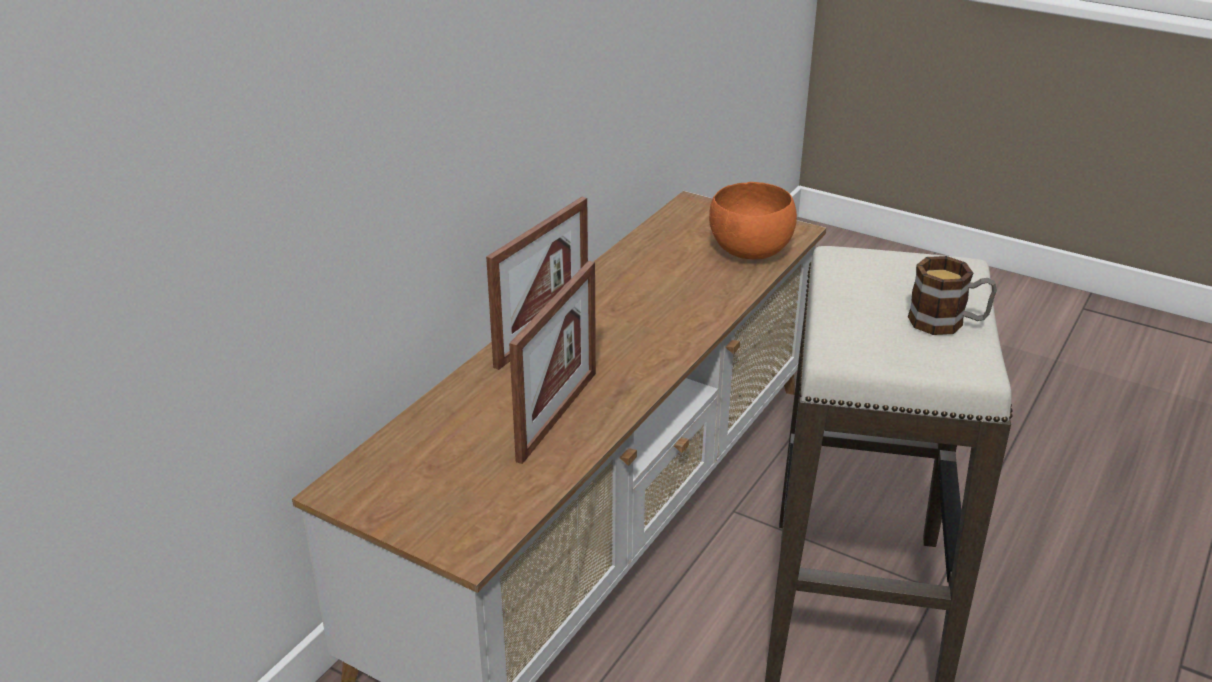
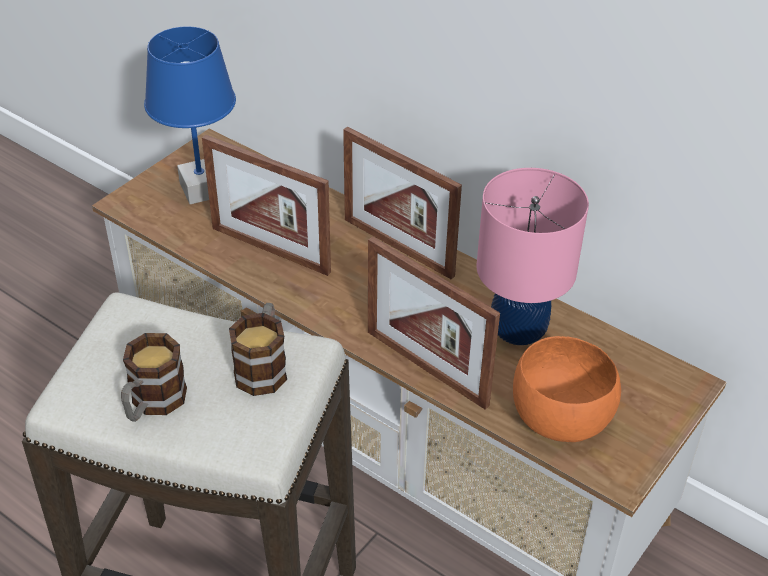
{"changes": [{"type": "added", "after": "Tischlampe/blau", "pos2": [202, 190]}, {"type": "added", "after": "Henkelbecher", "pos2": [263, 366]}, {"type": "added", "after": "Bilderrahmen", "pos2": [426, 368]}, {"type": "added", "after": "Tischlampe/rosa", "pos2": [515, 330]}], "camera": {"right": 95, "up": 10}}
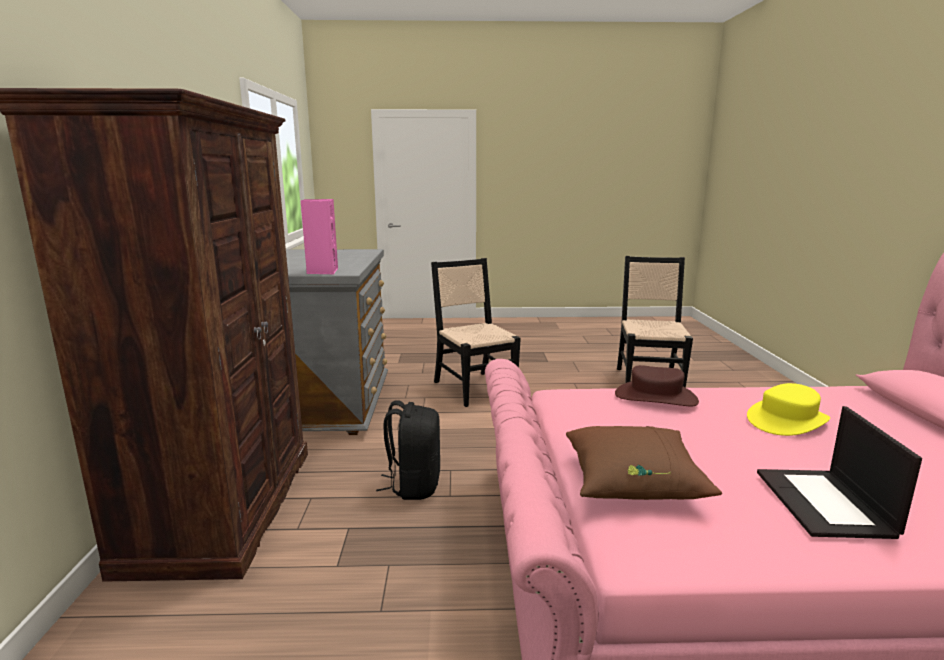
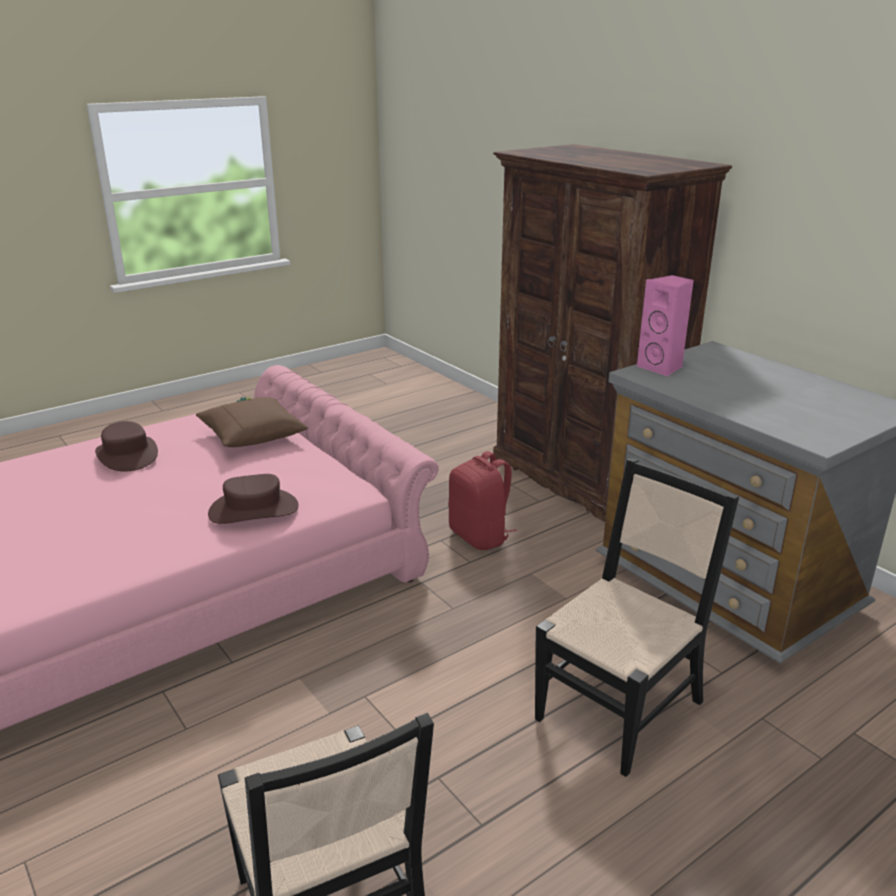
{"changes": [{"type": "recoloured", "before": "Rucksack/schwarz", "after": "Rucksack/rot", "pos1": [414, 485], "pos2": [480, 536]}, {"type": "turned", "before": "Stuhl", "pos1": [474, 389], "pos2": [619, 710], "turn": -75}, {"type": "removed", "before": "Hut/gelb", "pos1": [787, 420]}, {"type": "replaced", "before": "Laptop", "after": "Hut/braun", "pos1": [825, 503], "pos2": [127, 455]}], "camera": {"right": 145, "up": 10}}
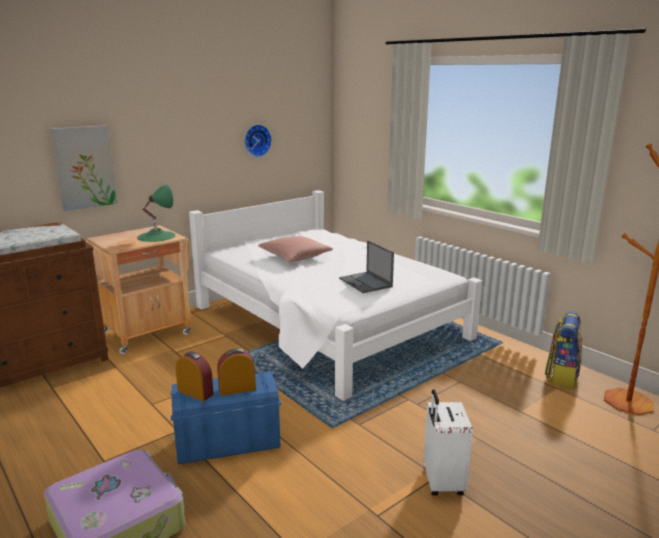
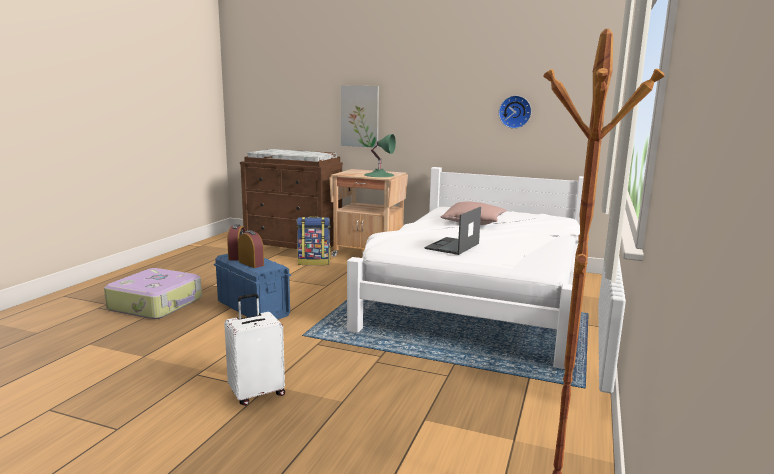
{"changes": [{"type": "moved", "before": "Rucksack", "pos1": [561, 376], "pos2": [314, 262]}], "camera": {"right": 60, "up": -5}}
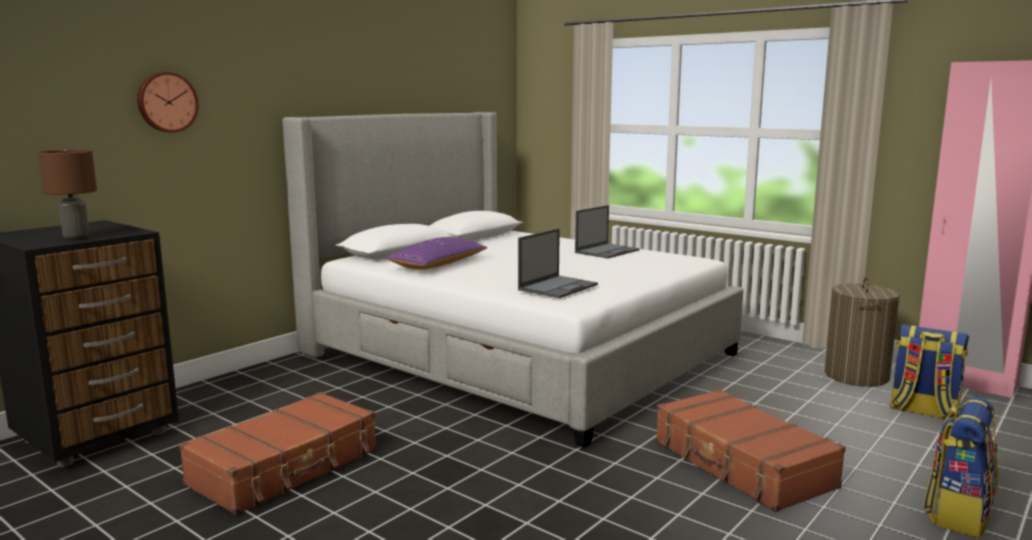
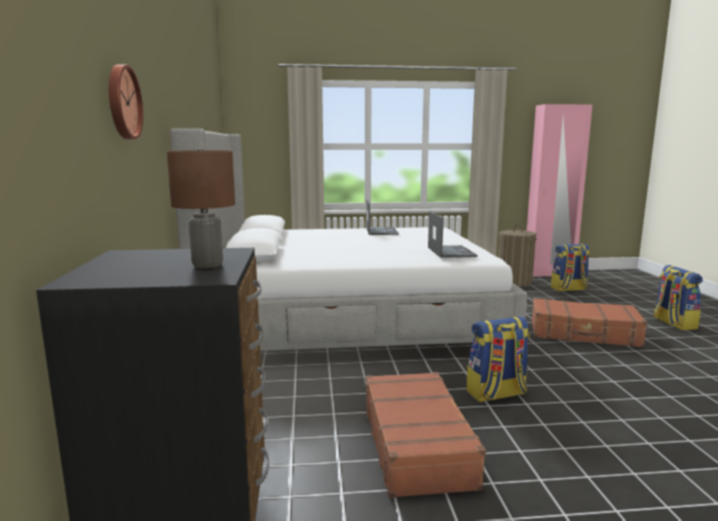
{"changes": [{"type": "removed", "before": "Kissen/lila", "pos1": [438, 264]}, {"type": "added", "after": "Rucksack", "pos2": [496, 394]}], "camera": {"right": -45, "up": 0}}
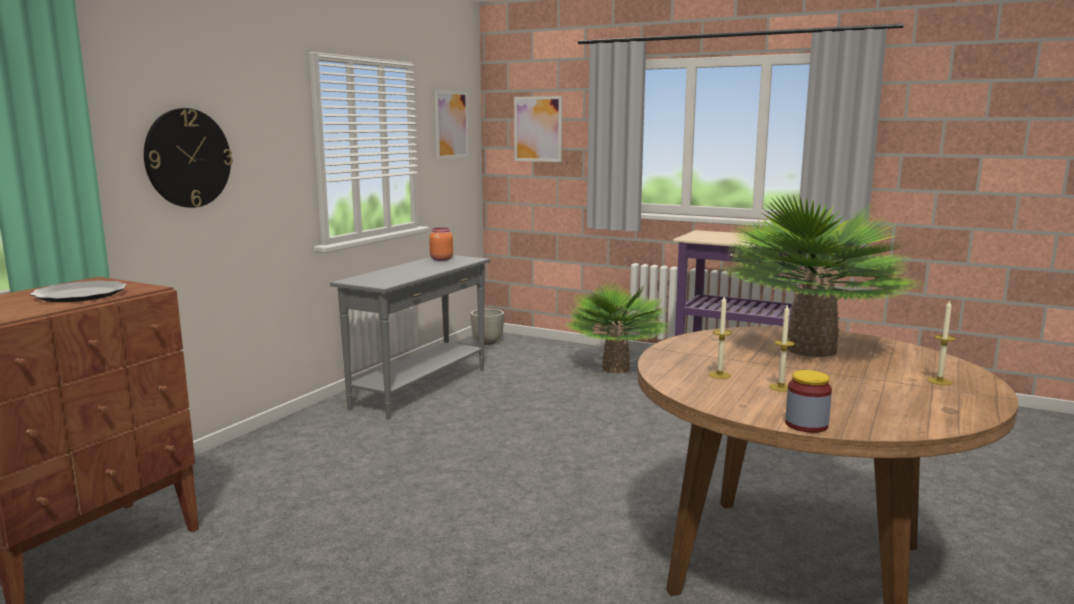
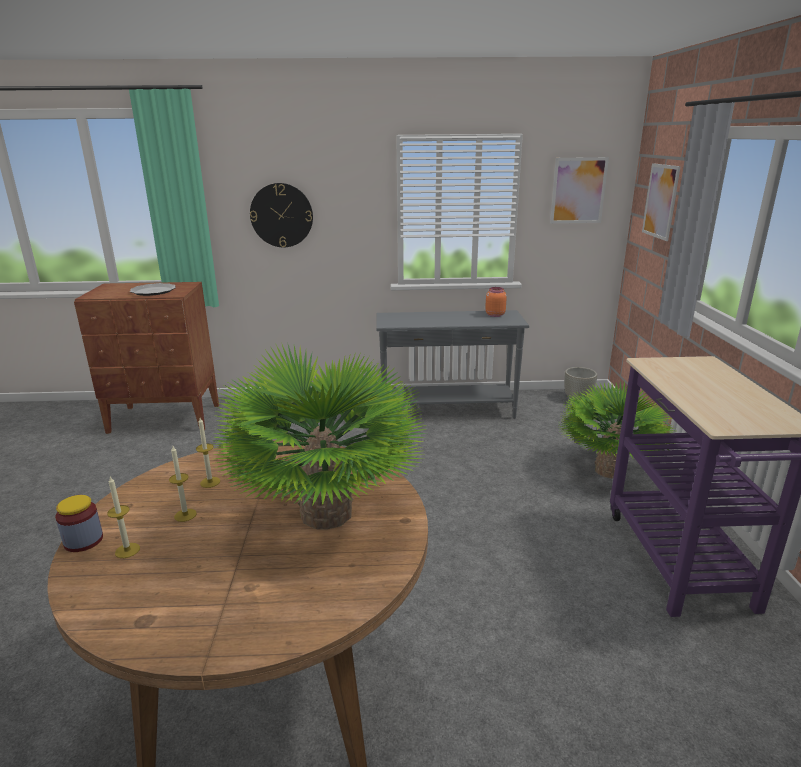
{"changes": [{"type": "moved", "before": "Kerze", "pos1": [939, 381], "pos2": [127, 550]}], "camera": {"right": 60, "up": 10}}
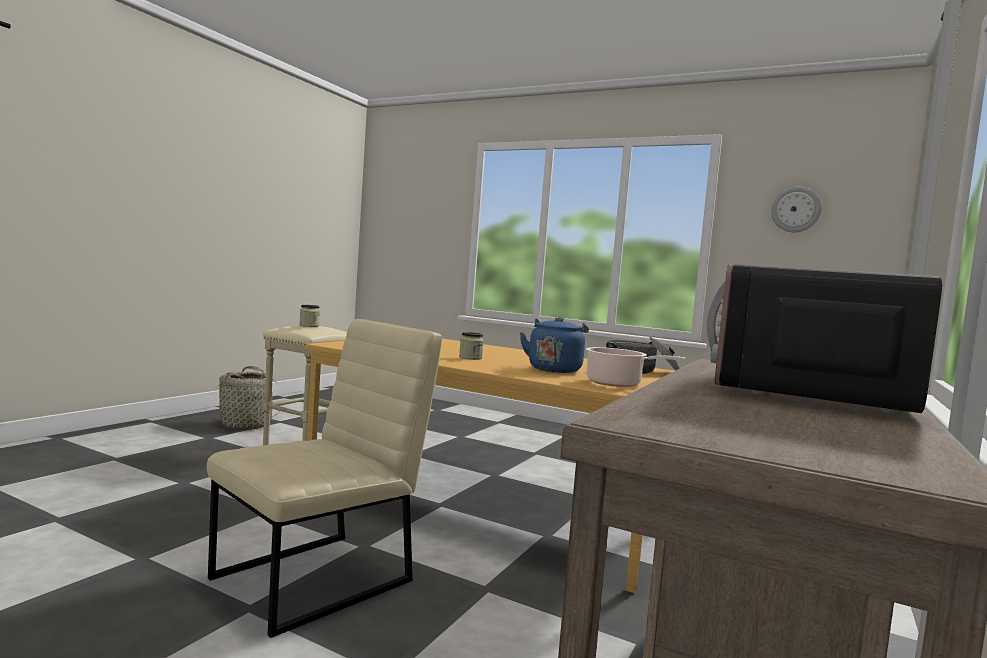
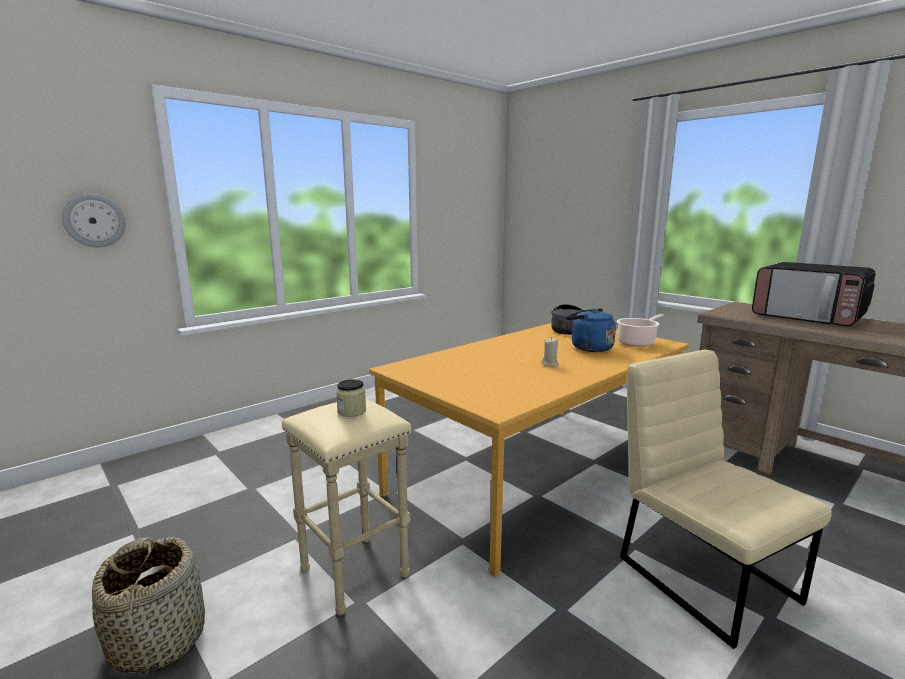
{"changes": [{"type": "replaced", "before": "Vorratsglas", "after": "Kerze/beige", "pos1": [470, 358], "pos2": [550, 364]}, {"type": "moved", "before": "Wanduhr", "pos1": [796, 209], "pos2": [94, 220]}], "camera": {"right": -70, "up": 10}}
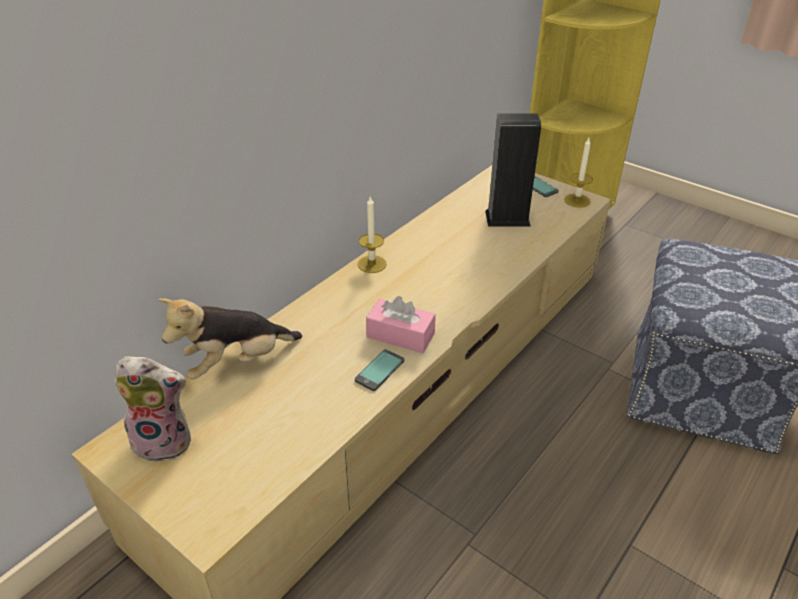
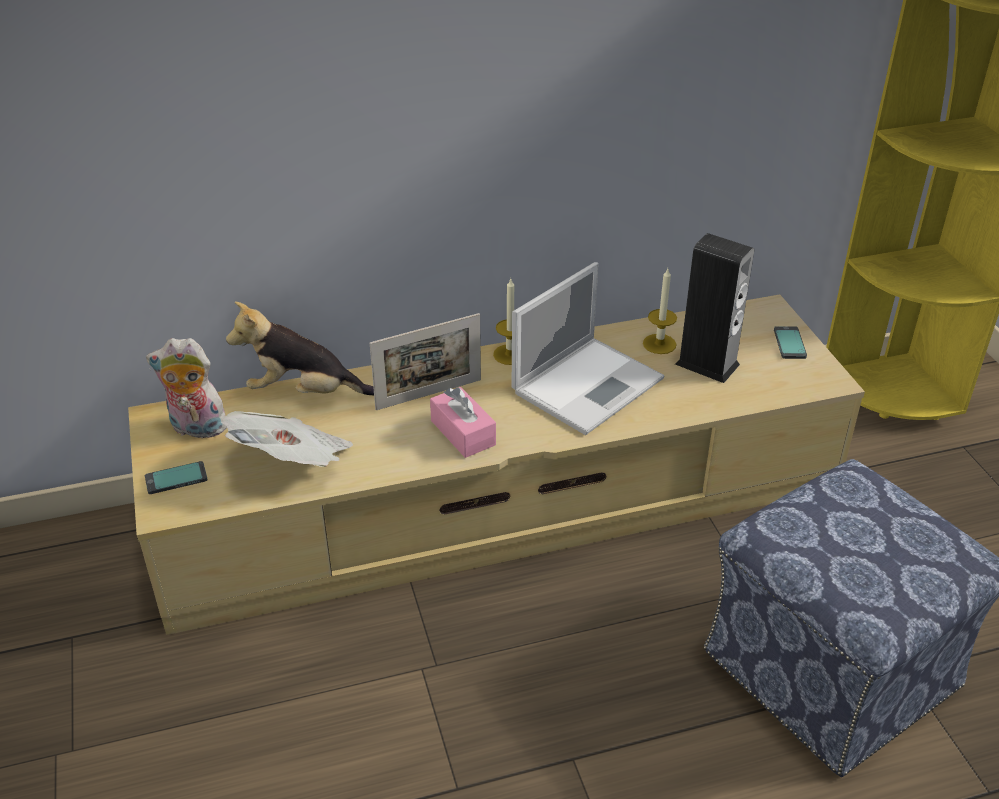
{"changes": [{"type": "turned", "before": "Plüschtier", "pos1": [165, 440], "pos2": [196, 429], "turn": 150}, {"type": "moved", "before": "Handy", "pos1": [380, 371], "pos2": [176, 479]}, {"type": "moved", "before": "Kerze", "pos1": [577, 200], "pos2": [659, 344]}, {"type": "added", "after": "Zeitung", "pos2": [293, 462]}, {"type": "added", "after": "Bilderrahmen", "pos2": [429, 394]}, {"type": "added", "after": "Laptop", "pos2": [589, 384]}], "camera": {"right": 35, "up": 0}}
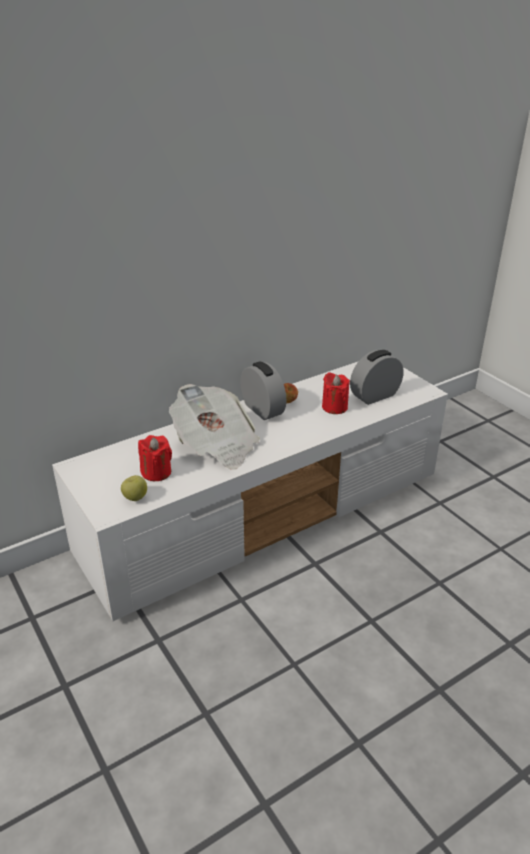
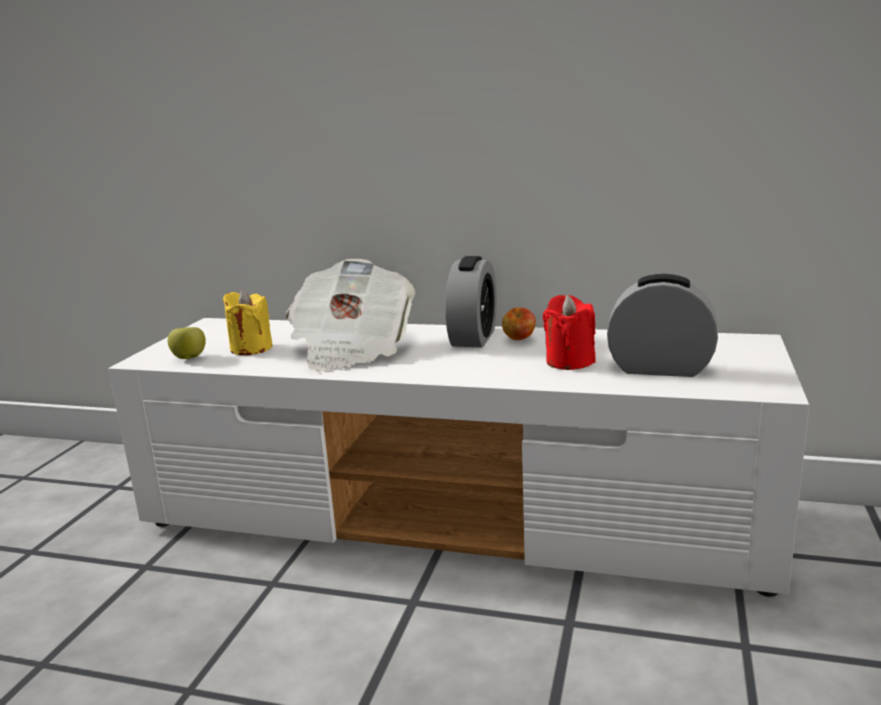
{"changes": [{"type": "recoloured", "before": "Kerze/rot", "after": "Kerze/gelb", "pos1": [156, 472], "pos2": [251, 348]}], "camera": {"right": 50, "up": -15}}
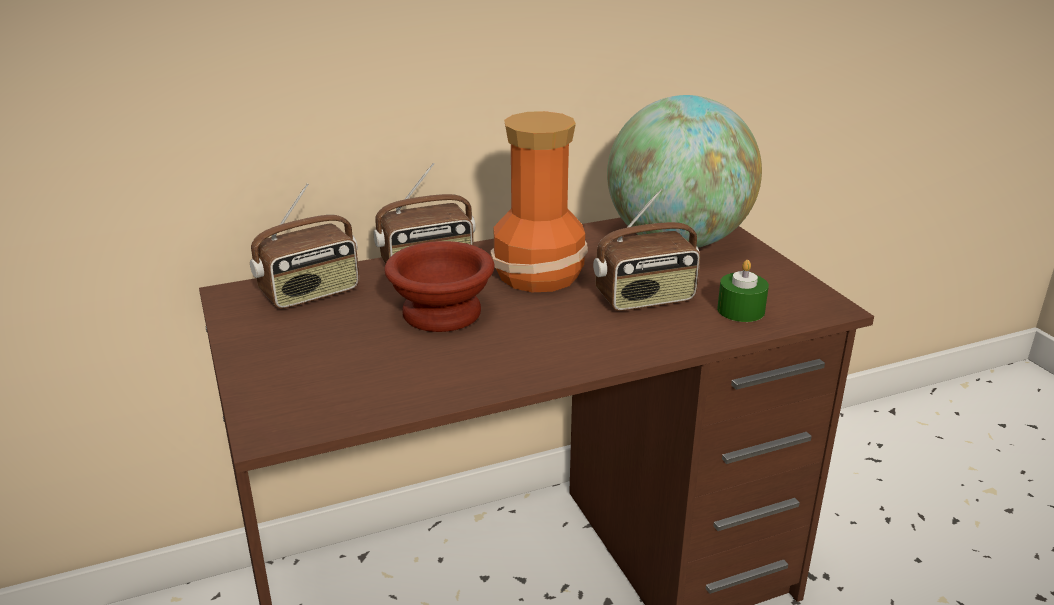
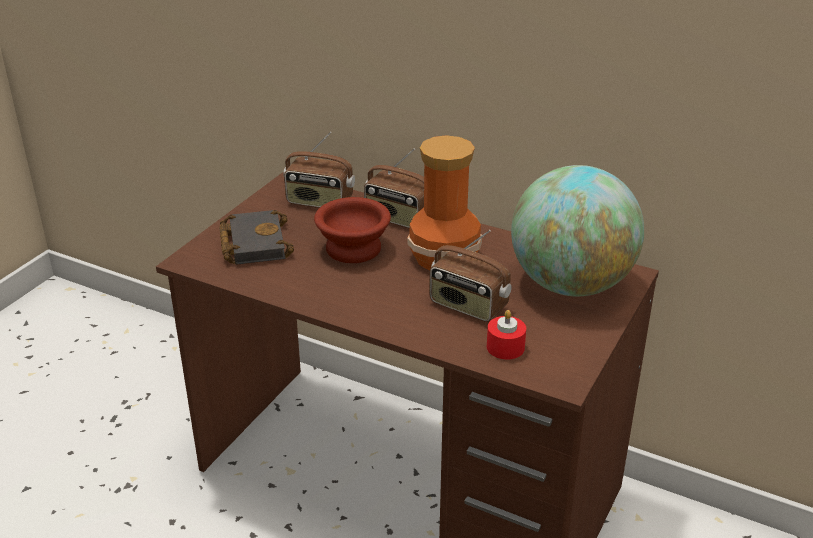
{"changes": [{"type": "recoloured", "before": "Kerze/grün", "after": "Kerze/rot", "pos1": [740, 310], "pos2": [505, 347]}, {"type": "added", "after": "Buch/schwarz", "pos2": [253, 242]}], "camera": {"right": 50, "up": 5}}
